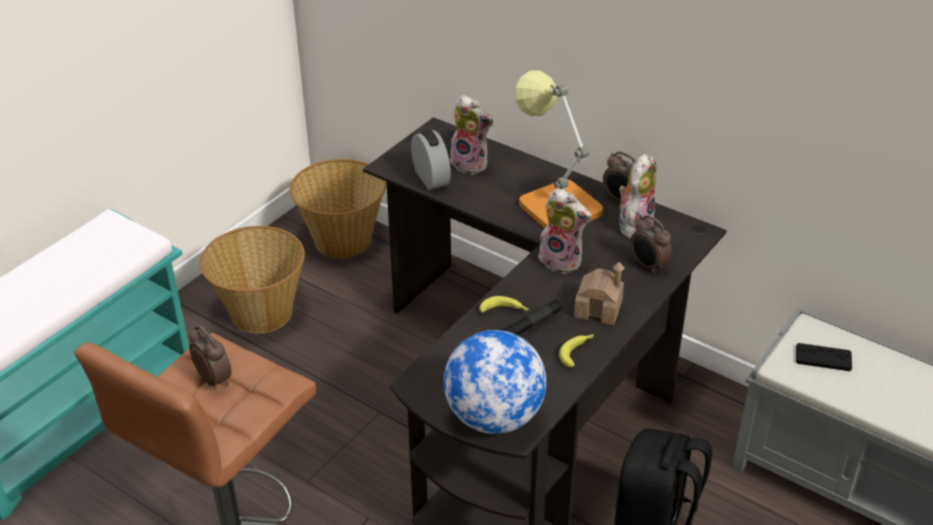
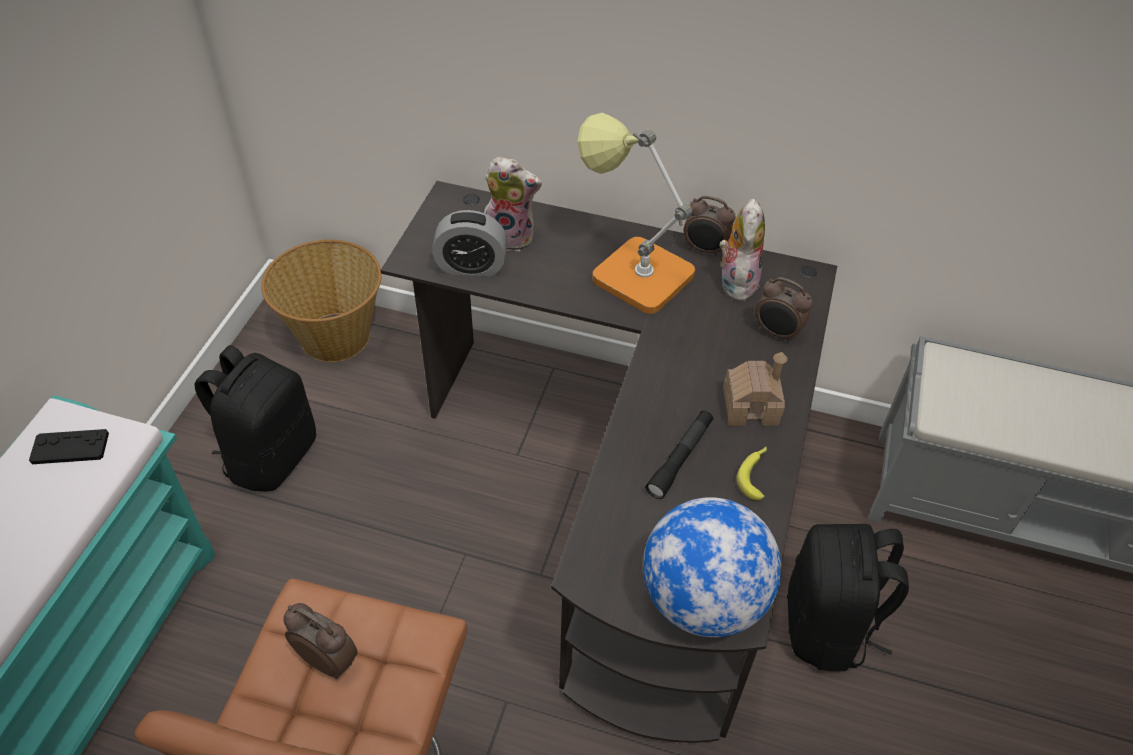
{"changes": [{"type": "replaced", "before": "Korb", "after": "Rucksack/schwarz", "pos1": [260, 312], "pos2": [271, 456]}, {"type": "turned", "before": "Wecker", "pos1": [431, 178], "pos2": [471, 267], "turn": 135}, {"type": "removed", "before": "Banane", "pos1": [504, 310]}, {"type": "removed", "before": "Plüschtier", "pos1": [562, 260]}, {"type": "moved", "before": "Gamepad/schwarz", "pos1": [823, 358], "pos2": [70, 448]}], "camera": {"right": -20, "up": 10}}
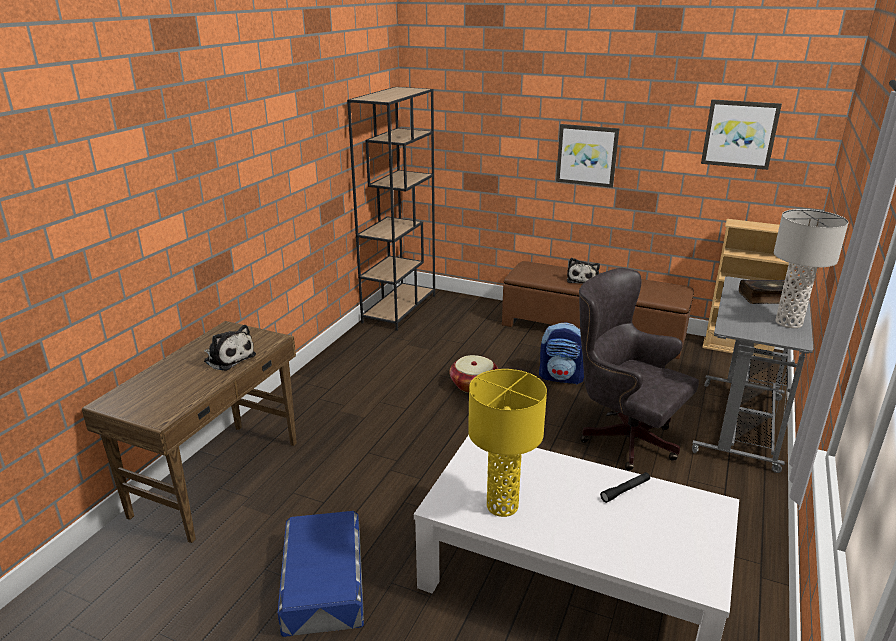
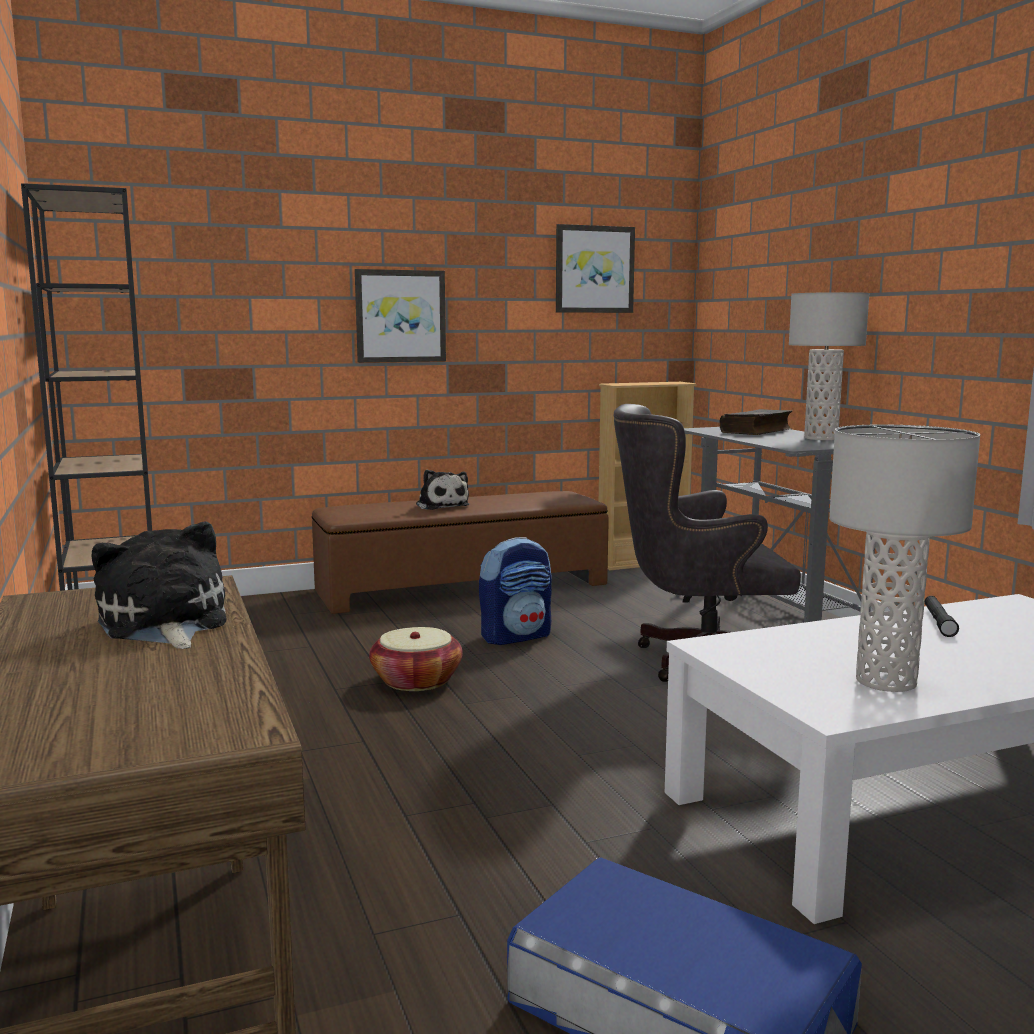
{"changes": [{"type": "turned", "before": "Plüschtier", "pos1": [228, 358], "pos2": [164, 624], "turn": -105}, {"type": "recoloured", "before": "Tischlampe/gelb", "after": "Tischlampe/weiß", "pos1": [502, 506], "pos2": [887, 681]}], "camera": {"right": -45, "up": -15}}
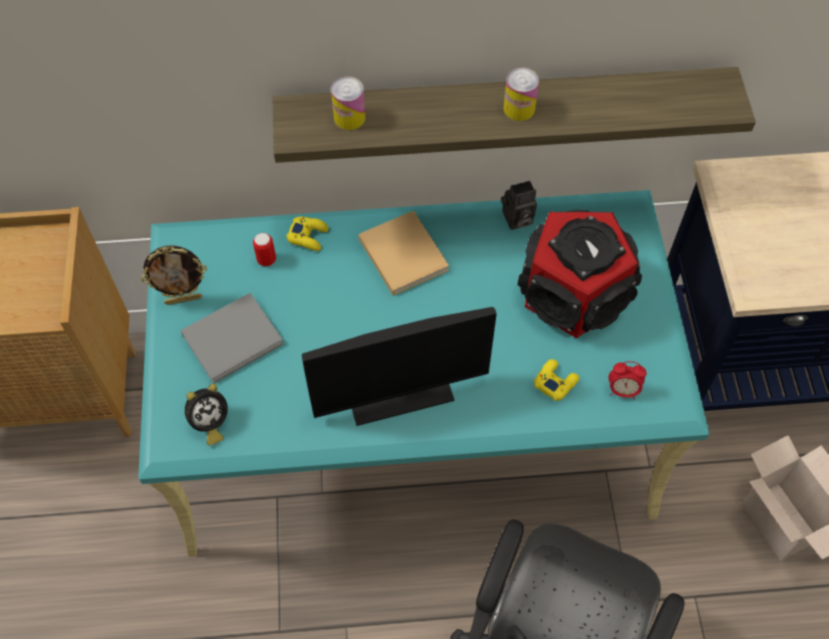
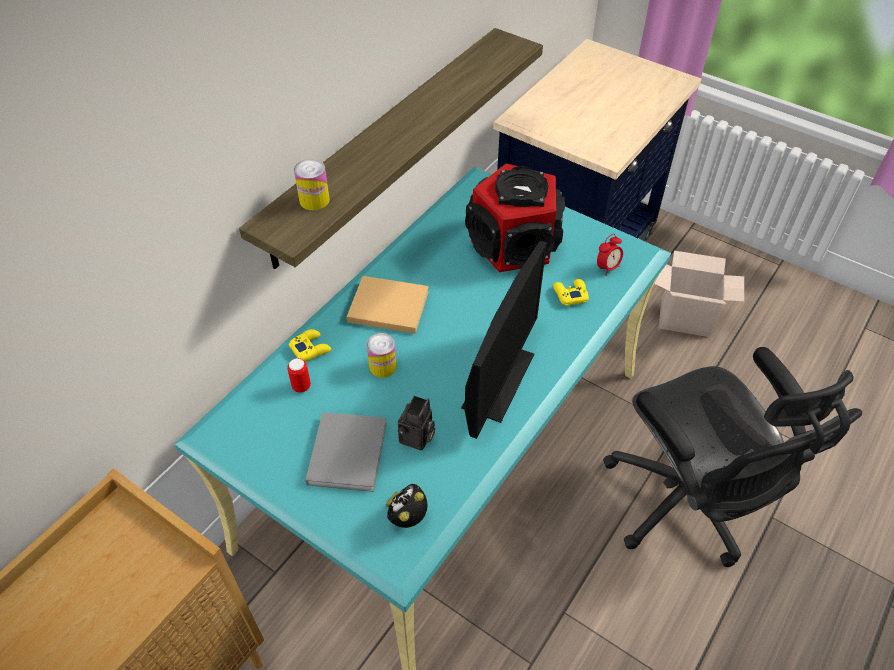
{"changes": [{"type": "removed", "before": "Bilderrahmen", "pos1": [183, 299]}, {"type": "turned", "before": "Wecker", "pos1": [209, 423], "pos2": [407, 517], "turn": -150}, {"type": "moved", "before": "Kamera", "pos1": [516, 220], "pos2": [417, 439]}, {"type": "moved", "before": "Dose", "pos1": [519, 108], "pos2": [383, 366]}], "camera": {"right": -50, "up": -10}}
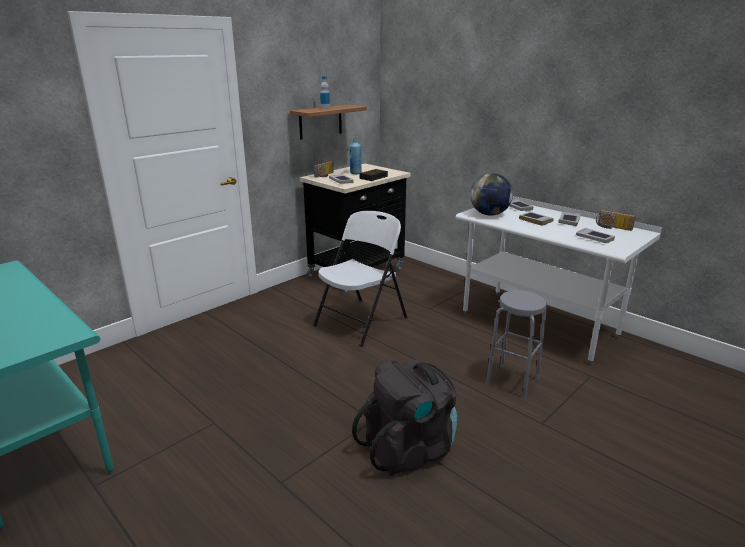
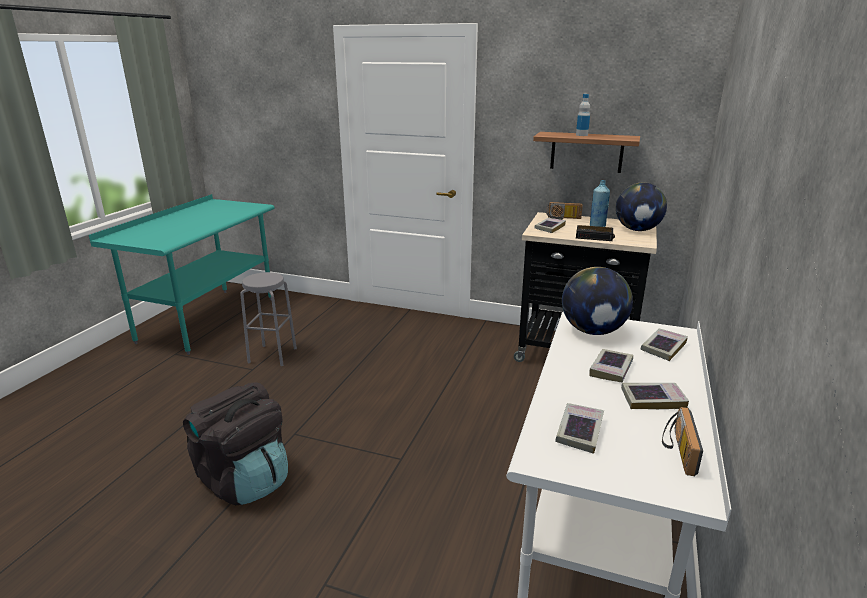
{"changes": [{"type": "removed", "before": "Stuhl/weiß", "pos1": [361, 322]}, {"type": "moved", "before": "Hocker/grau", "pos1": [512, 381], "pos2": [272, 355]}, {"type": "added", "after": "Globus", "pos2": [637, 230]}], "camera": {"right": 65, "up": 0}}
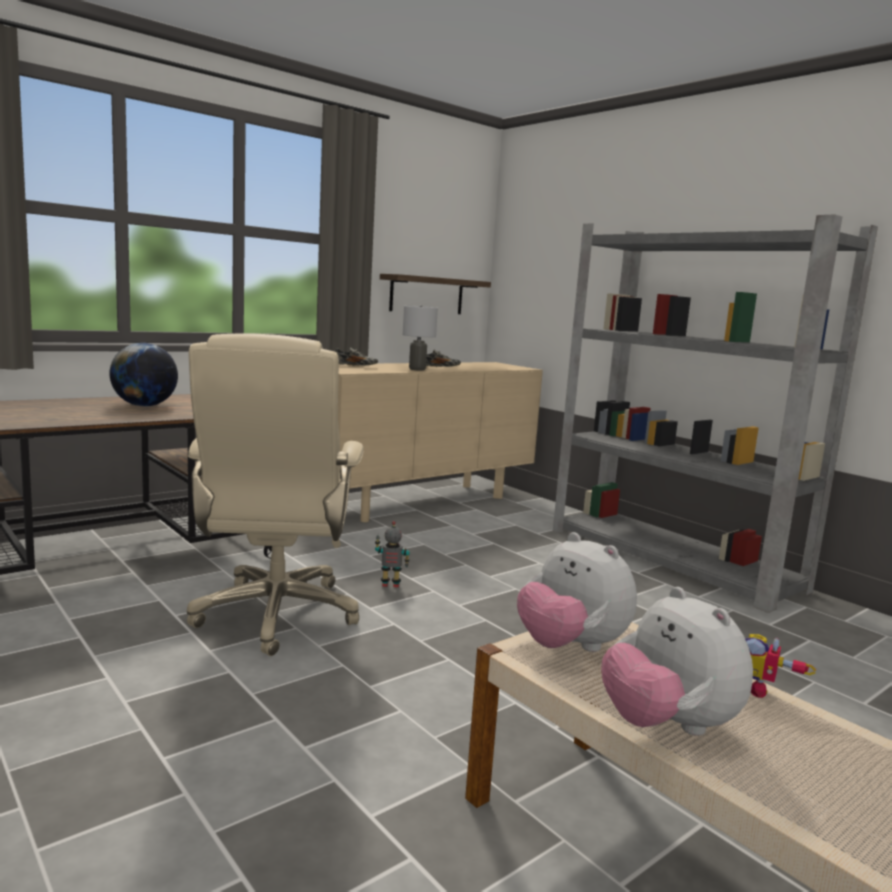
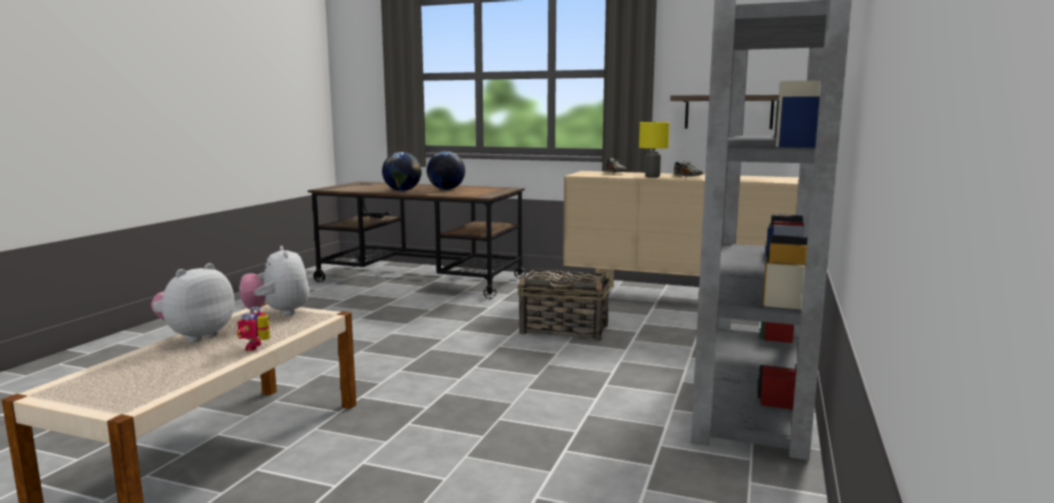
{"changes": [{"type": "removed", "before": "Bürostuhl/beige", "pos1": [274, 617]}, {"type": "removed", "before": "Spielzeugroboter", "pos1": [390, 585]}, {"type": "recoloured", "before": "Tischlampe/weiß", "after": "Tischlampe/gelb", "pos1": [417, 369], "pos2": [653, 177]}, {"type": "turned", "before": "Plüschtier", "pos1": [571, 647], "pos2": [278, 313], "turn": -45}, {"type": "added", "after": "Globus", "pos2": [402, 190]}, {"type": "added", "after": "Korb", "pos2": [565, 330]}], "camera": {"right": 60, "up": 0}}
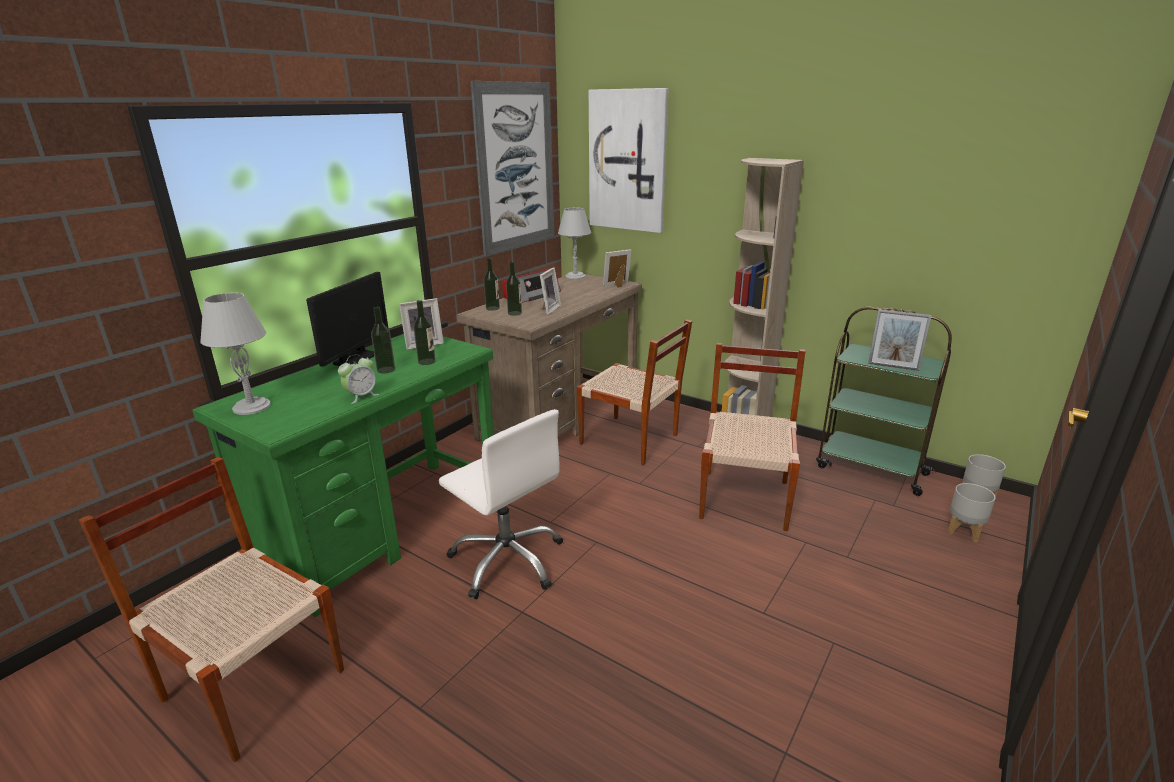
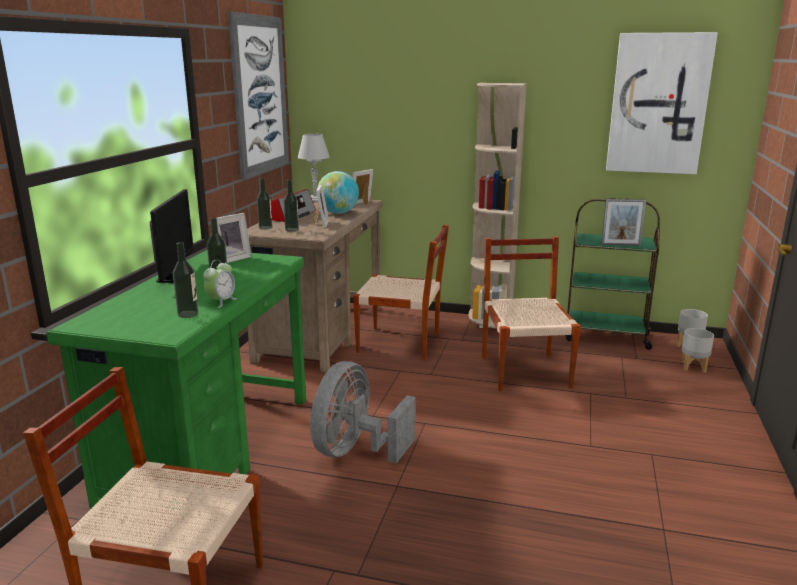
{"changes": [{"type": "removed", "before": "Tischlampe/grau", "pos1": [252, 407]}, {"type": "moved", "before": "Flasche", "pos1": [426, 361], "pos2": [188, 314]}, {"type": "replaced", "before": "Bürostuhl/weiß", "after": "Ventilator/grau", "pos1": [507, 560], "pos2": [355, 451]}, {"type": "moved", "before": "Bild", "pos1": [628, 161], "pos2": [658, 104]}, {"type": "added", "after": "Globus", "pos2": [338, 213]}], "camera": {"right": -20, "up": -5}}
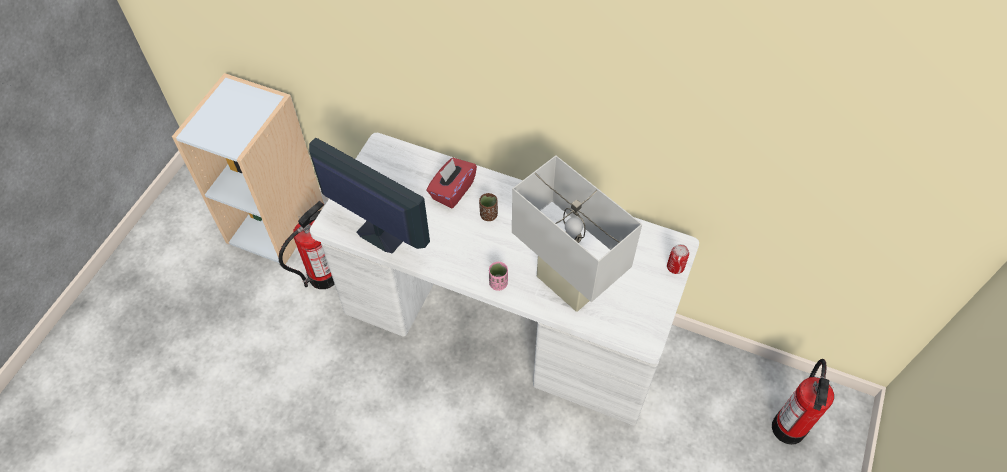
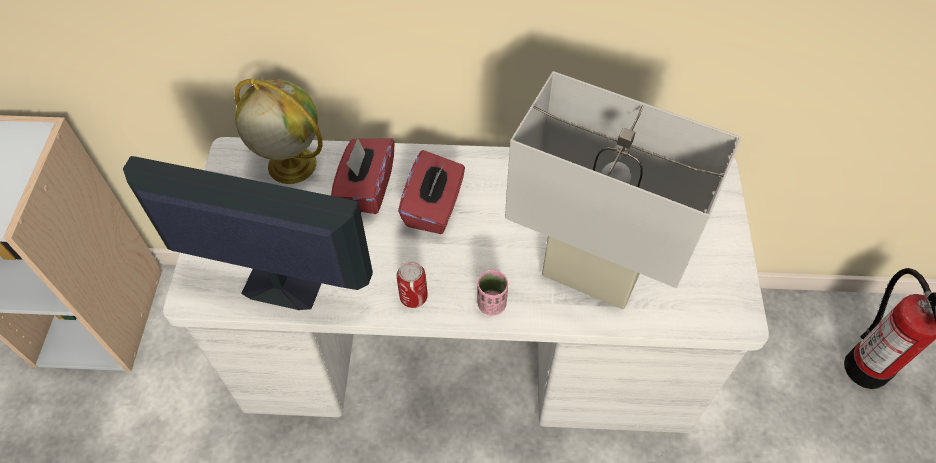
{"changes": [{"type": "removed", "before": "Feuerlöscher", "pos1": [323, 276]}, {"type": "replaced", "before": "Tasse/braun", "after": "Taschentuchbox/rot", "pos1": [488, 215], "pos2": [434, 208]}, {"type": "moved", "before": "Dose", "pos1": [675, 267], "pos2": [413, 297]}, {"type": "added", "after": "Globus", "pos2": [290, 164]}], "camera": {"right": -20, "up": 0}}
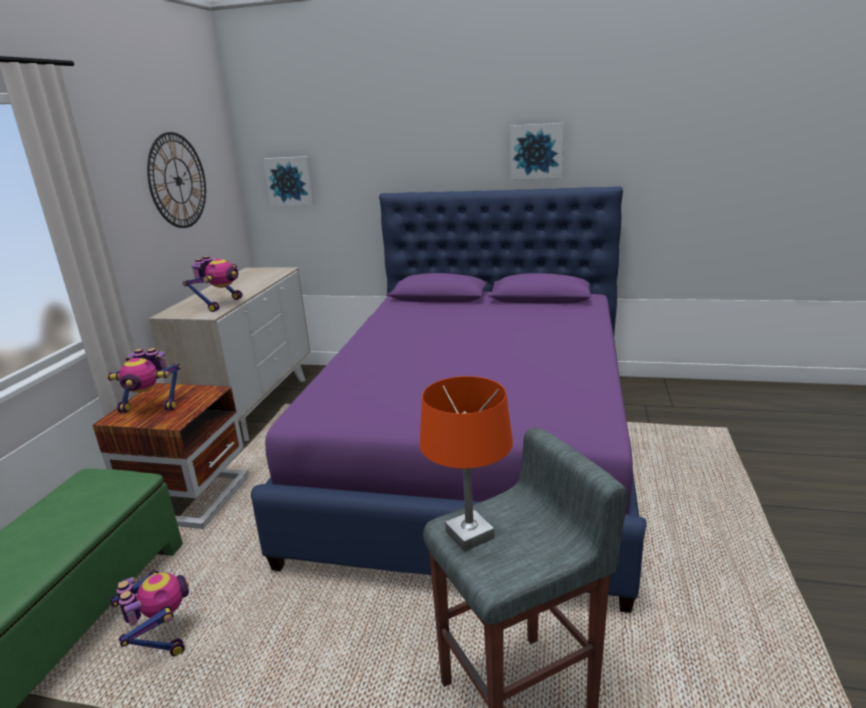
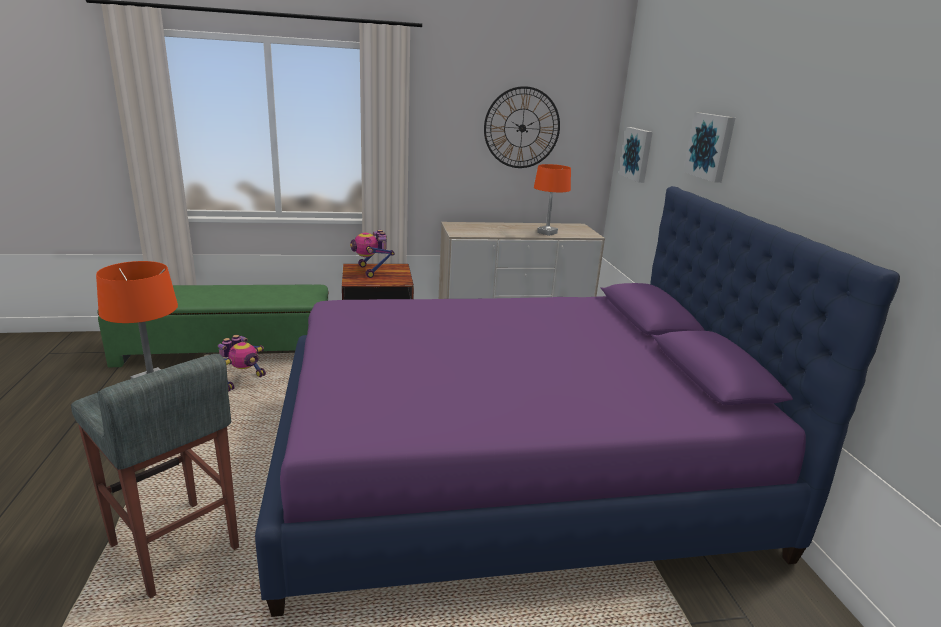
{"changes": [{"type": "removed", "before": "Spielzeugroboter", "pos1": [221, 304]}, {"type": "moved", "before": "Bild", "pos1": [536, 151], "pos2": [711, 146]}, {"type": "added", "after": "Tischlampe/orange", "pos2": [547, 233]}], "camera": {"right": 65, "up": 0}}
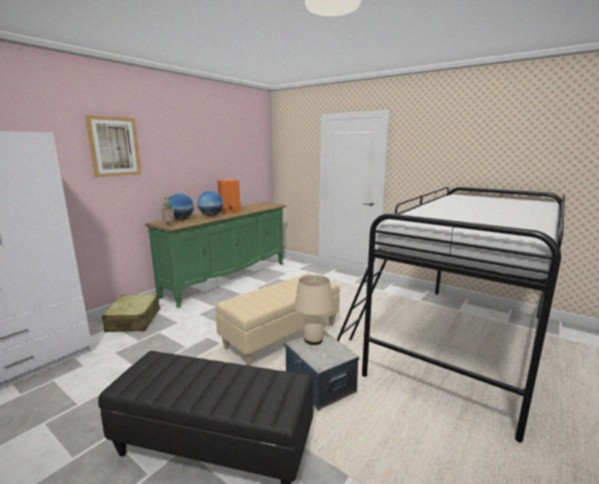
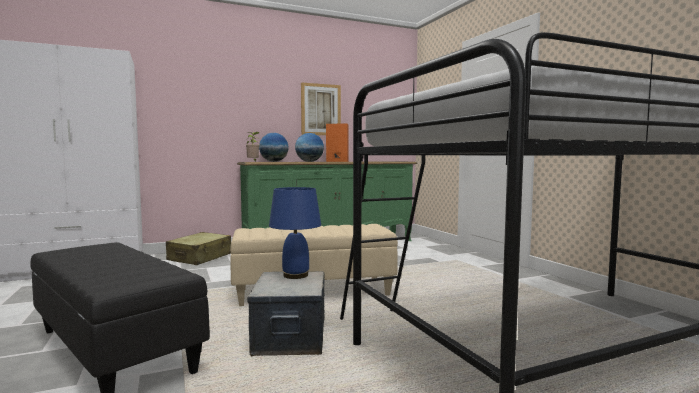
{"changes": [{"type": "moved", "before": "Bild", "pos1": [114, 146], "pos2": [321, 109]}, {"type": "recoloured", "before": "Tischlampe/beige", "after": "Tischlampe/blau", "pos1": [314, 340], "pos2": [296, 275]}], "camera": {"right": 30, "up": -10}}
